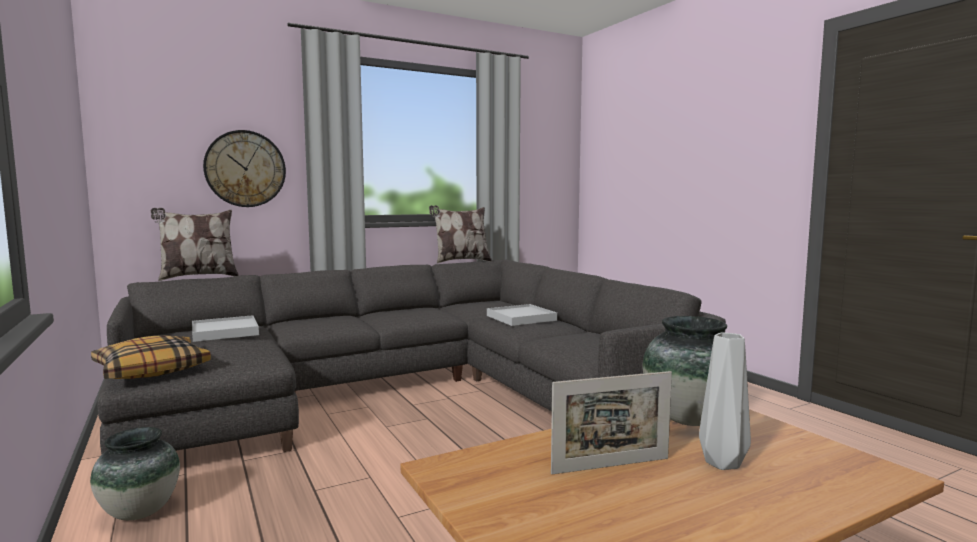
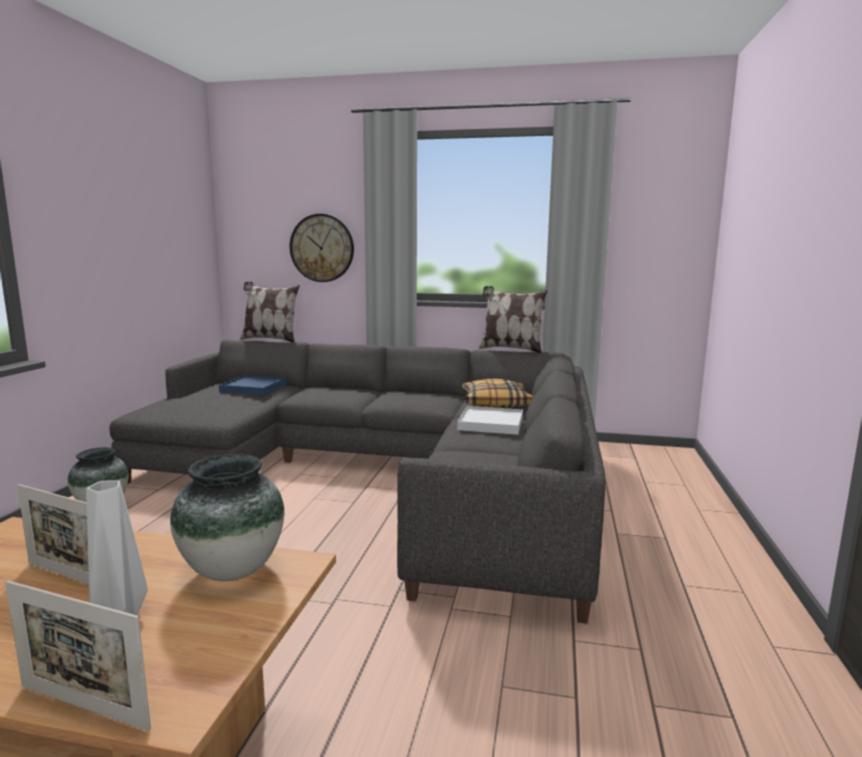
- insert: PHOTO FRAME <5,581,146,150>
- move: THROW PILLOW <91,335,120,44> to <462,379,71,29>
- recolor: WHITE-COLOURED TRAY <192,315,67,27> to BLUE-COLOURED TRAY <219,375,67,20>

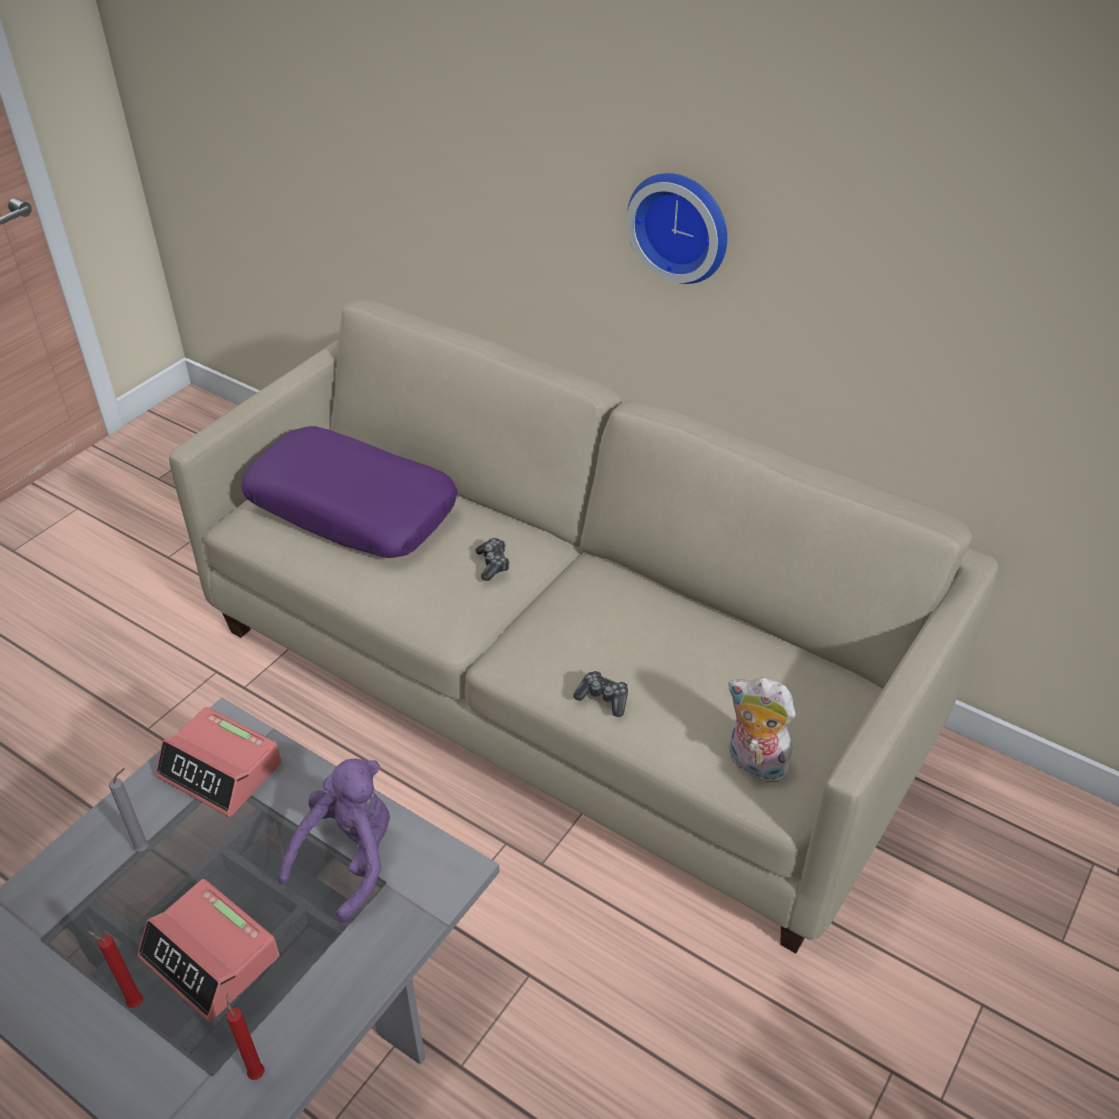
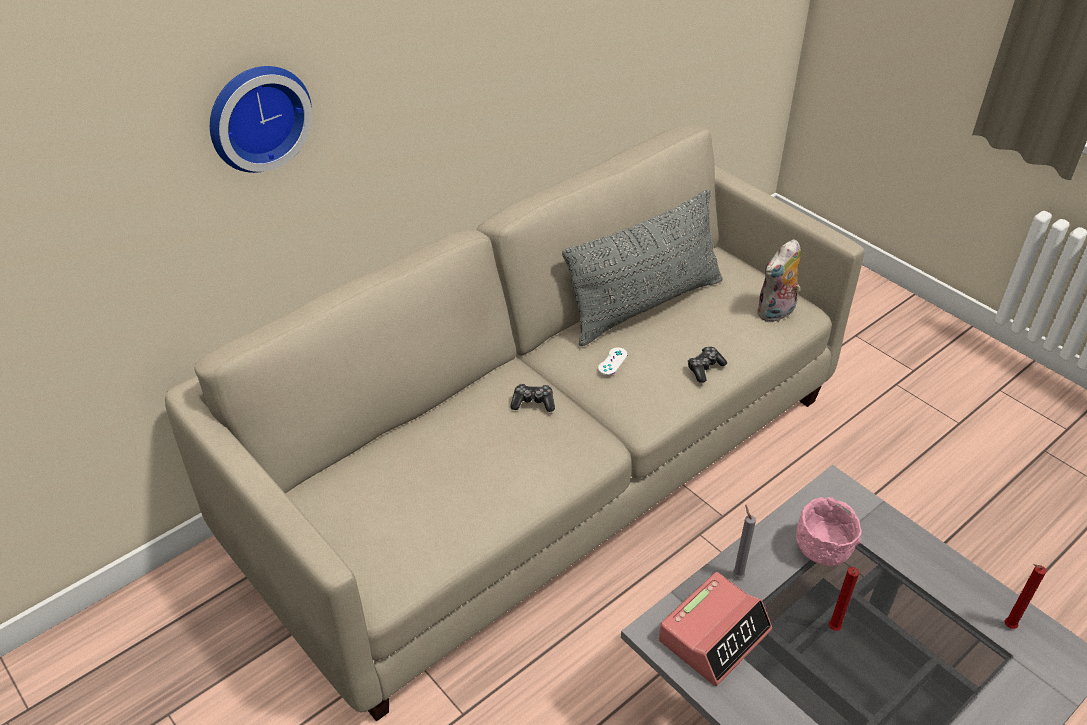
- delete: BEDSIDE CLOCK <137,879,142,143>
- delete: PURPLISH THROW PILLOW <242,426,215,132>
- insert: GRAY THROW PILLOW <562,189,161,157>
- insert: WHITE-COLOURED GAME CONTROLLER <598,347,30,28>
- move: RED-COLOURED WAX LIGHT <87,931,56,77> to <829,567,30,64>
- move: GRAY WAX LIGHT <109,768,40,84> to <732,504,24,75>
- move: CLOCK ON THE WALL <626,173,101,111> to <210,66,102,107>
- replace: PURPLISH PLUSH TOY <278,758,112,165> to PINK SERVING BOWL <796,497,66,69>

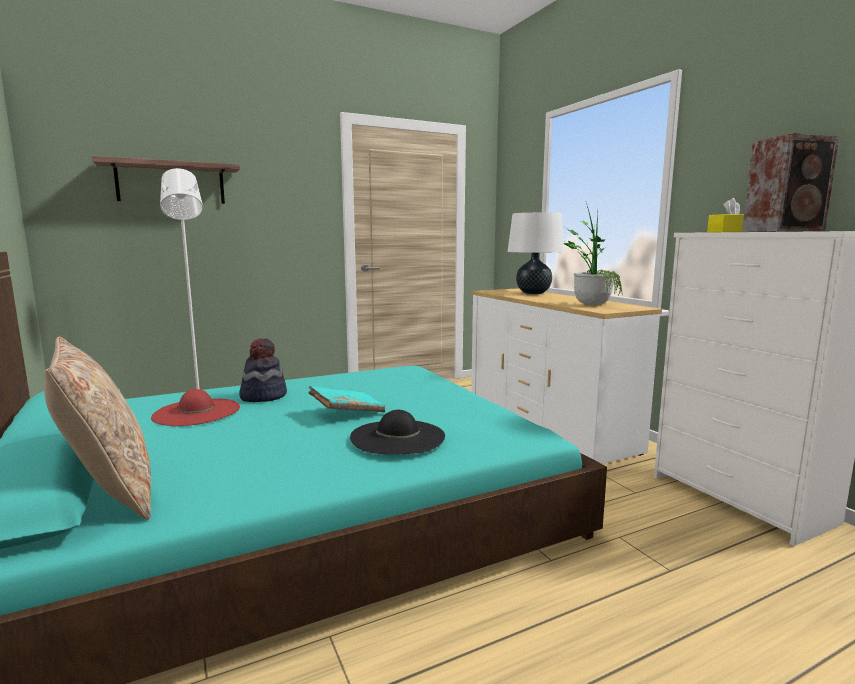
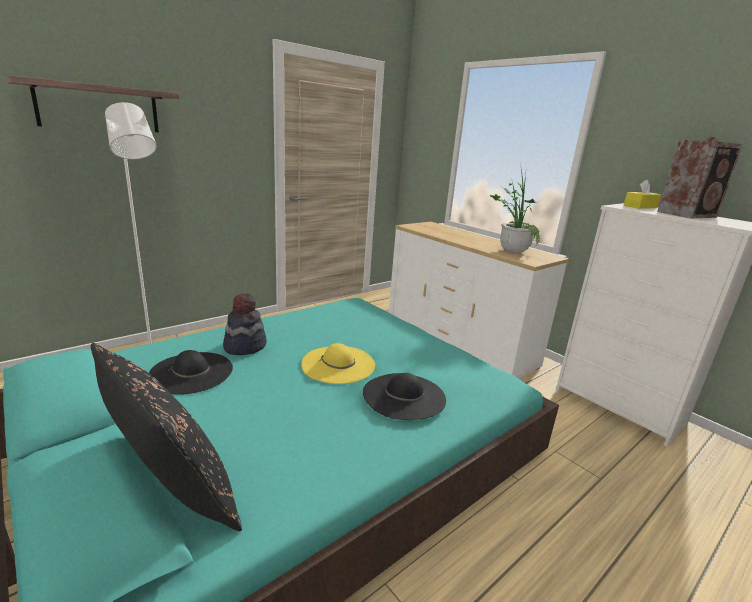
- delete: WHITE-COLOURED TABLE LAMP <508,212,55,82>
- replace: BLUE-GREEN BOUND BOOK <308,385,78,28> to YELLOW-COLOURED WEARABLE HAT <301,343,74,41>
- recolor: BEIGE-COLOURED THROW PILLOW <44,337,107,183> to BLACK-COLOURED THROW PILLOW <91,343,151,188>
- recolor: RED-COLOURED WEARABLE HAT <151,389,89,37> to BLACK-COLOURED WEARABLE HAT <149,350,84,45>

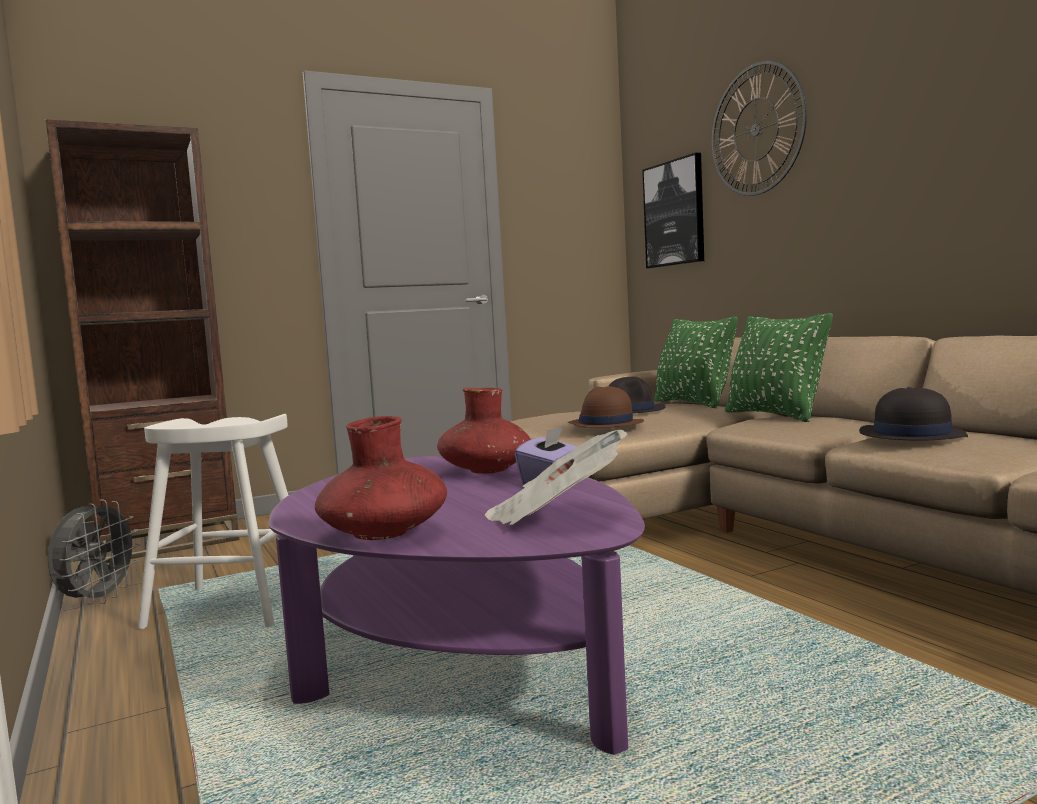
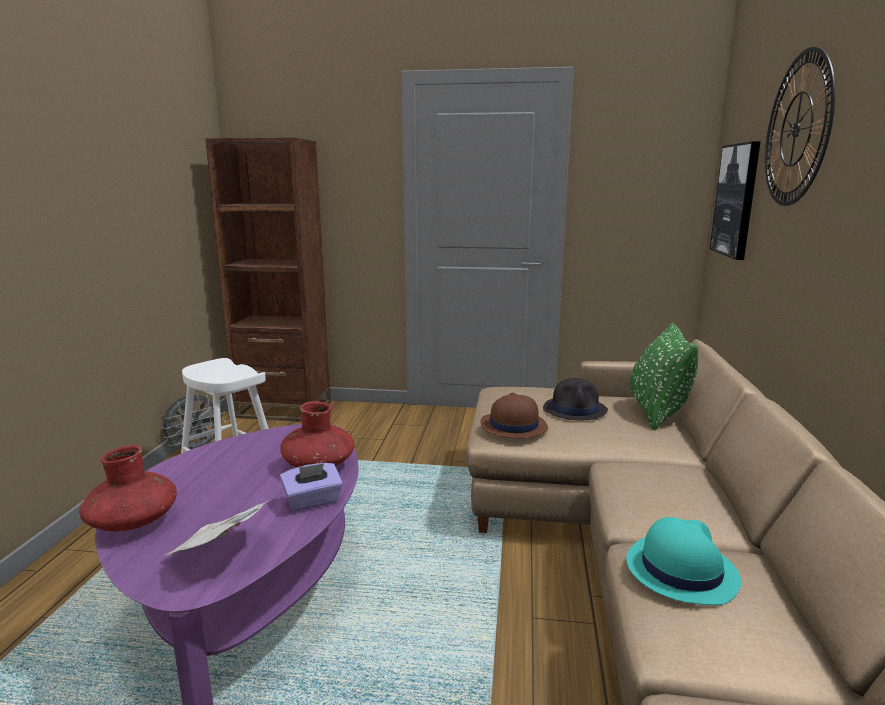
- delete: GREENISH THROW PILLOW <725,313,108,109>
- recolor: BLACK-COLOURED WEARABLE HAT <859,387,109,54> to BLUE-GREEN WEARABLE HAT <626,517,115,88>

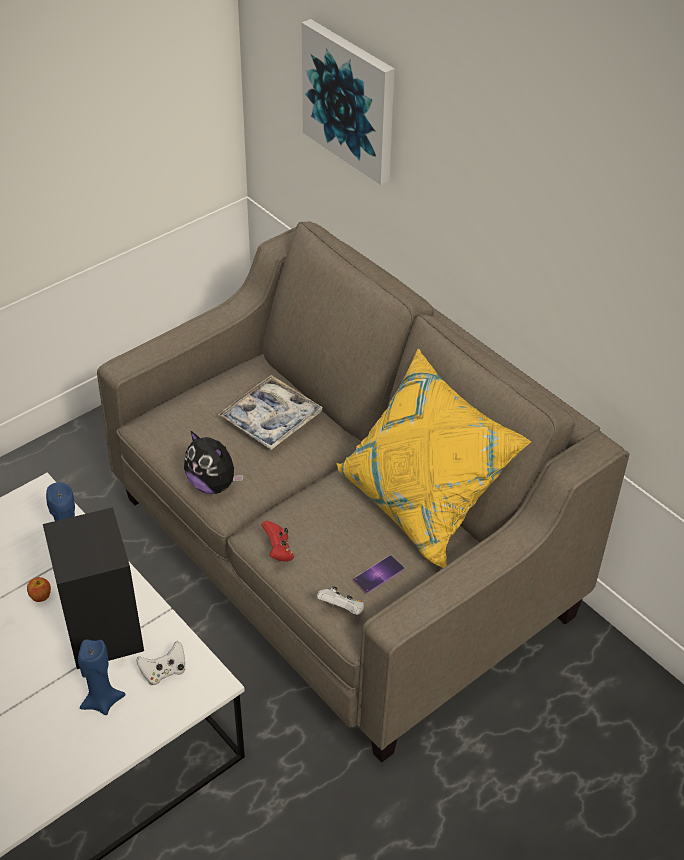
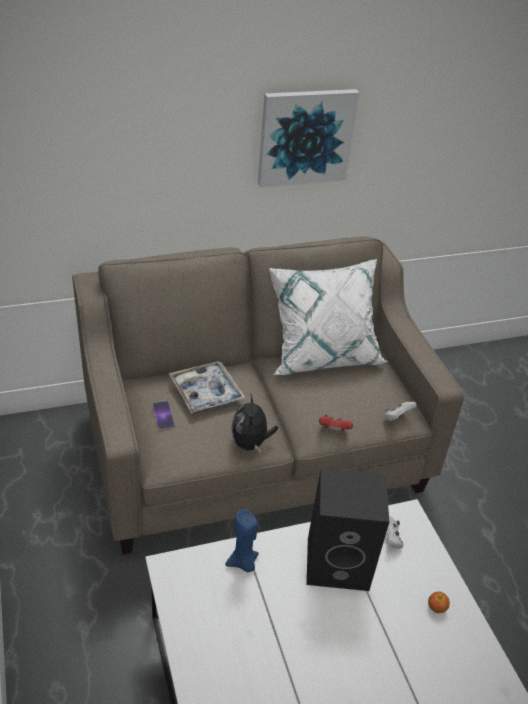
- delete: BLUE-COLOURED WAX LIGHT <78,639,48,76>
- move: WHOLE APPLE <27,577,24,25> to <428,591,22,22>
- move: WALL PICTURE <302,19,93,166> to <258,89,101,98>
- move: PHONE <353,555,52,39> to <152,401,23,28>
- recolor: YELLOW-COLOURED THROW PILLOW <336,349,195,219> to WHITE-COLOURED THROW PILLOW <269,259,119,116>
- rotate: PLUSH TOY <184,430,60,64> = <231,394,47,59> 120 degrees clockwise

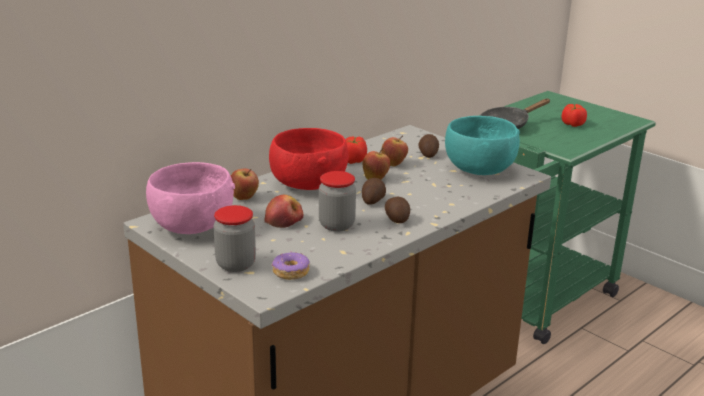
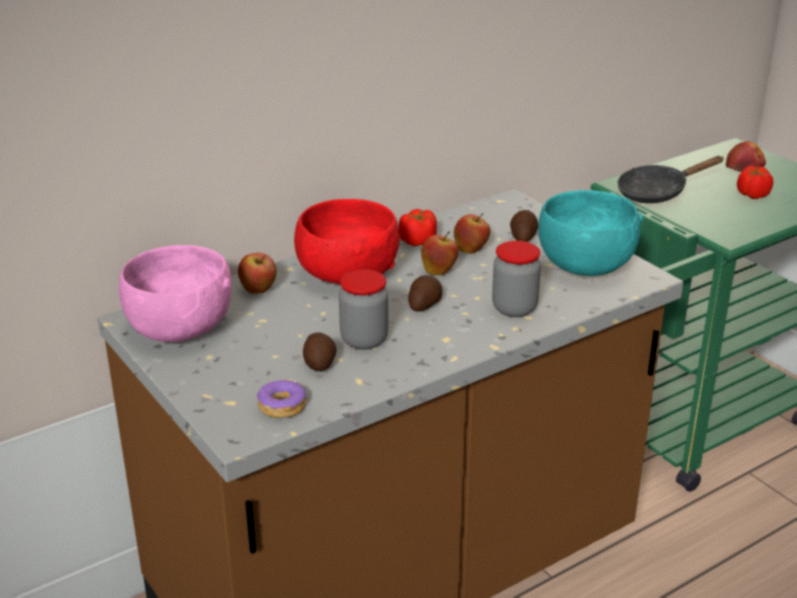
- move: JAR <213,205,43,67> to <492,241,49,76>
- move: WHOLE APPLE <264,195,40,33> to <726,141,40,31>
- move: POTATO <385,197,25,26> to <303,333,34,38>

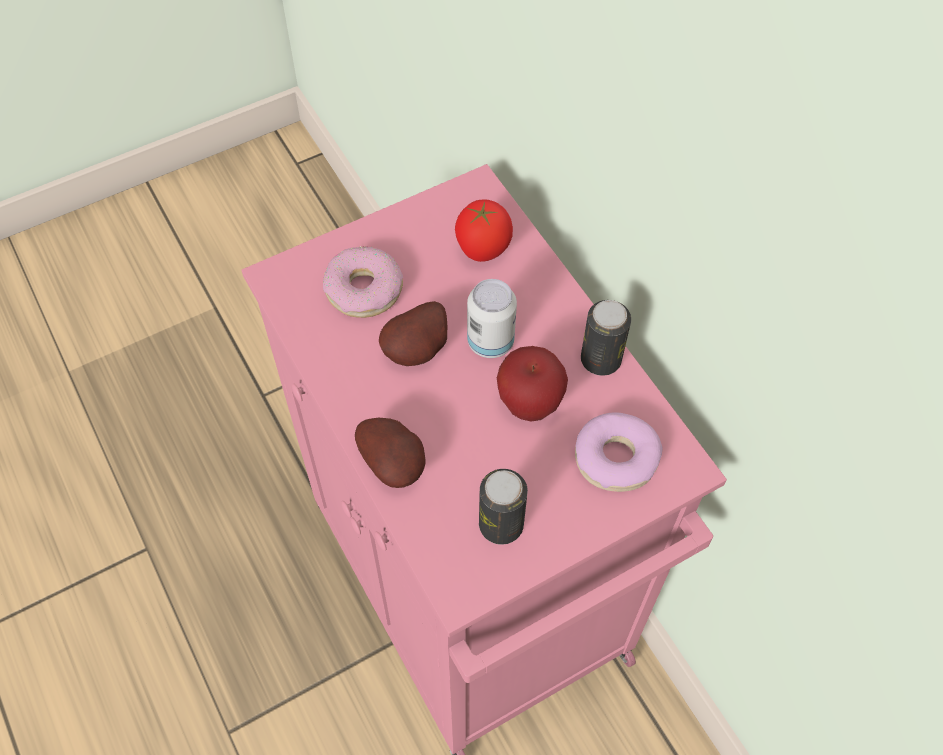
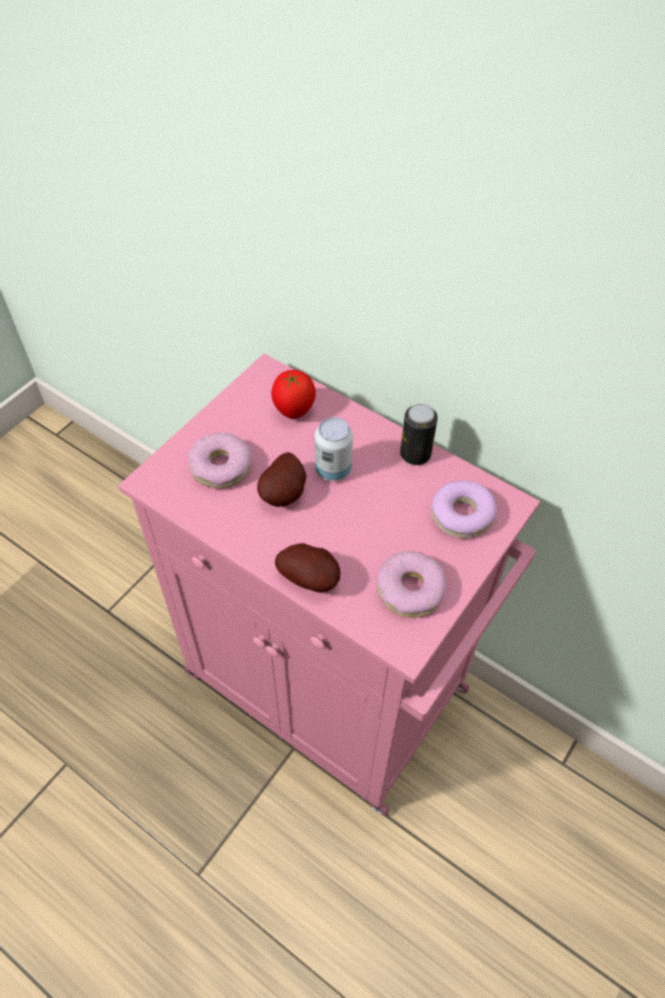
- delete: WHOLE APPLE <497,346,71,76>
- replace: CAN <479,469,49,76> to RING DOUGHNUT <377,551,70,67>

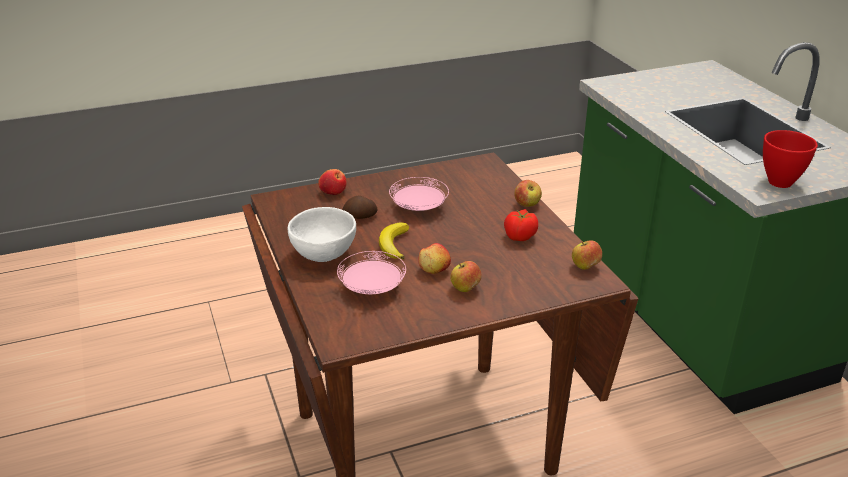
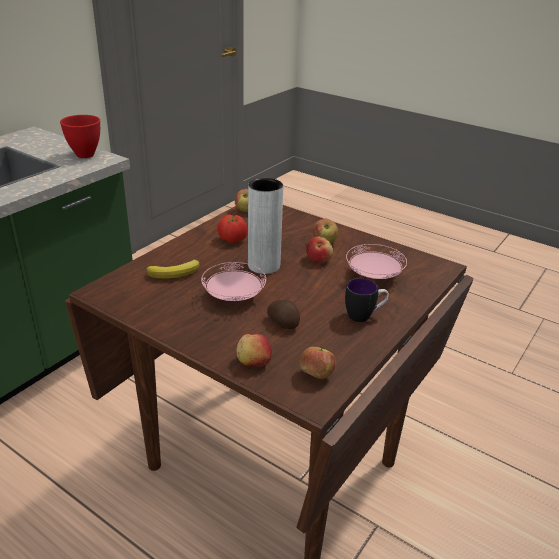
- insert: GRAY VASE <248,178,35,96>
- move: BANANA FRUIT <379,222,30,37> to <146,260,54,19>
- move: WHOLE APPLE <514,180,28,27> to <300,346,36,33>
- replace: WHITE-COLOURED SERVING BOWL <288,207,68,55> to MUG <345,278,44,44>

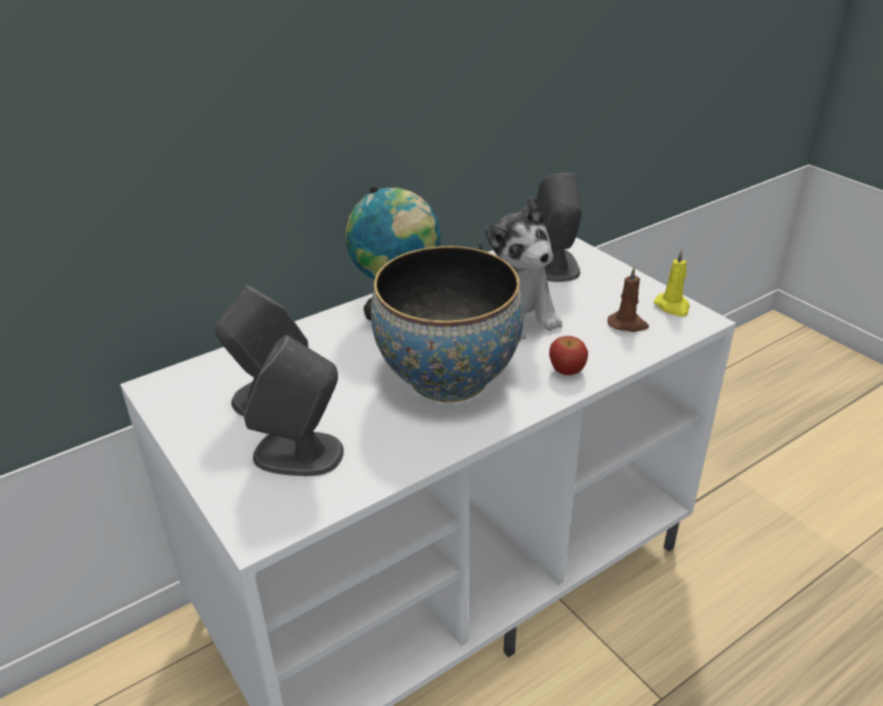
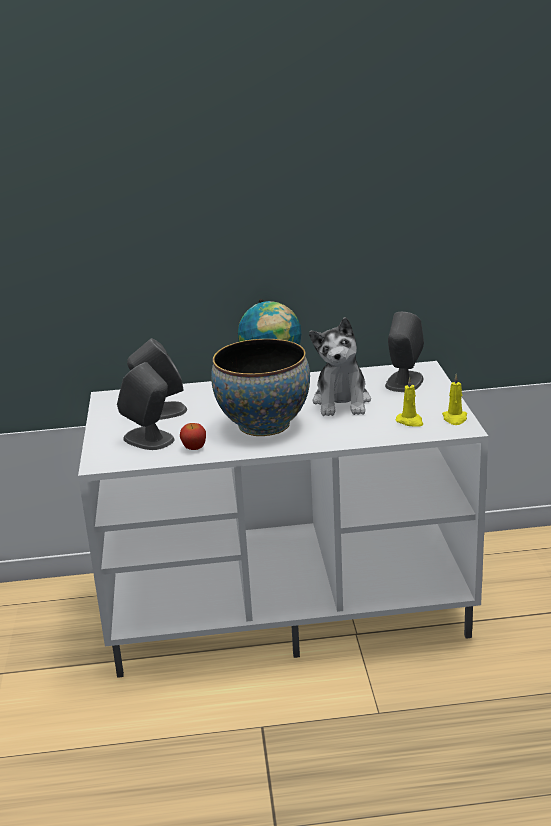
- move: WHOLE APPLE <549,336,39,39> to <180,423,26,27>
- recolor: BROWN-COLOURED WAX LIGHT <608,266,41,66> to YELLOW-COLOURED WAX LIGHT <396,377,27,50>

